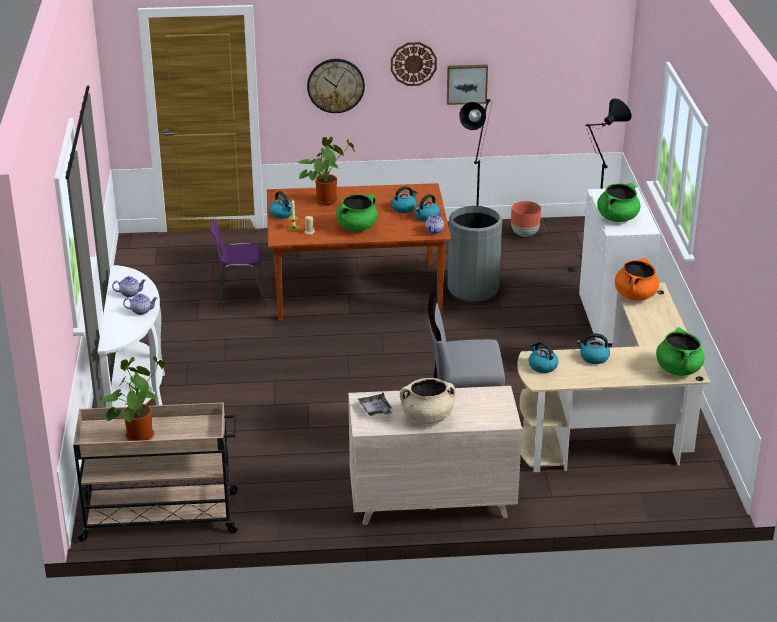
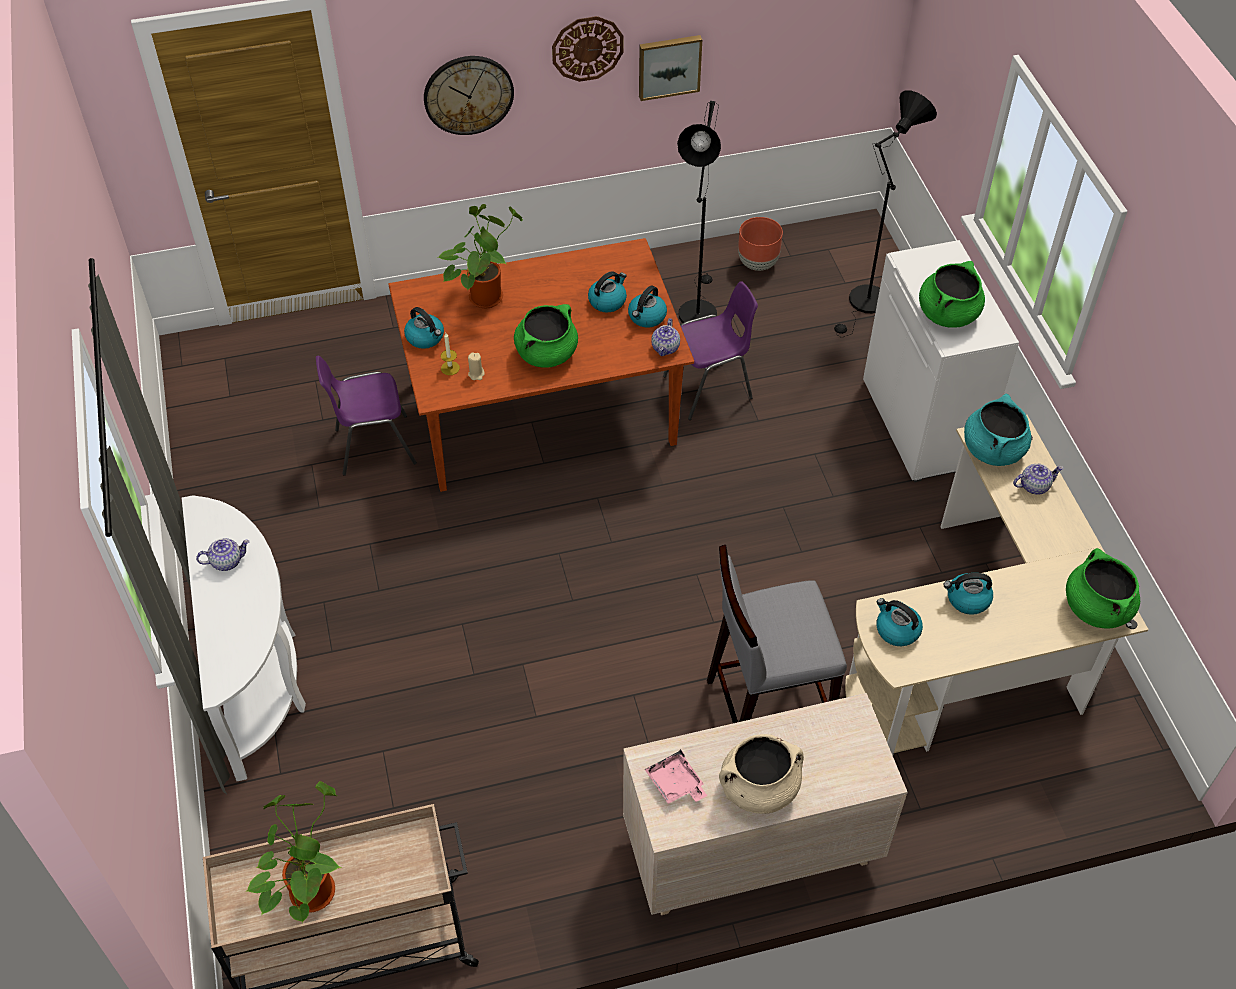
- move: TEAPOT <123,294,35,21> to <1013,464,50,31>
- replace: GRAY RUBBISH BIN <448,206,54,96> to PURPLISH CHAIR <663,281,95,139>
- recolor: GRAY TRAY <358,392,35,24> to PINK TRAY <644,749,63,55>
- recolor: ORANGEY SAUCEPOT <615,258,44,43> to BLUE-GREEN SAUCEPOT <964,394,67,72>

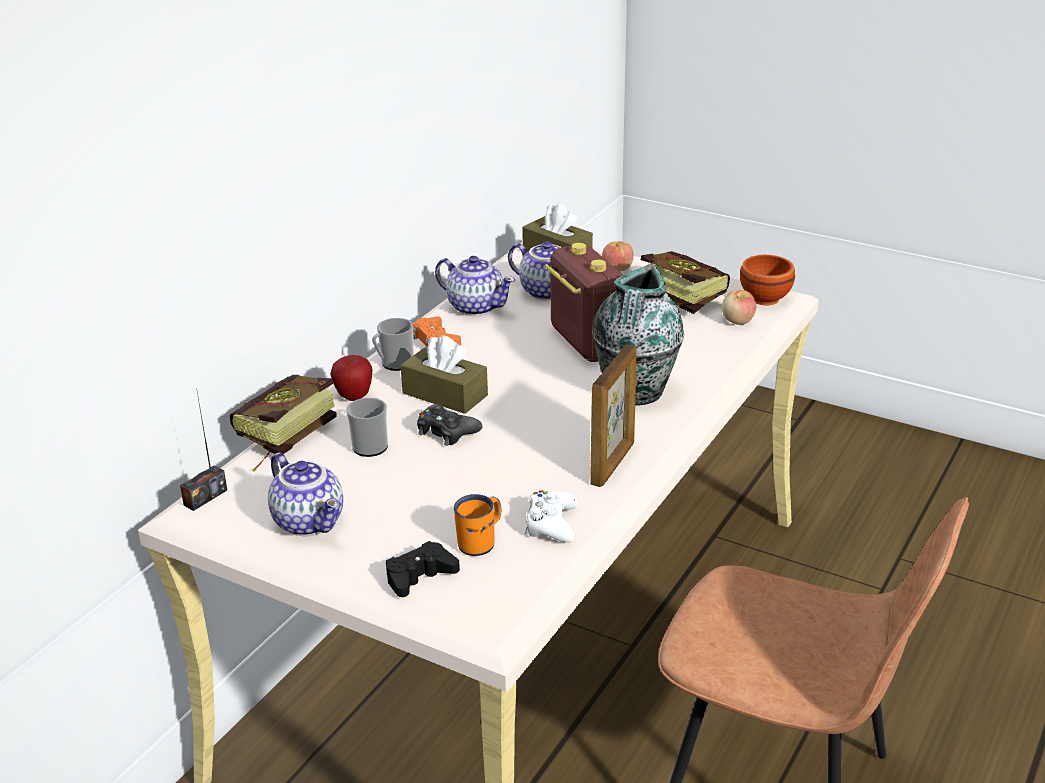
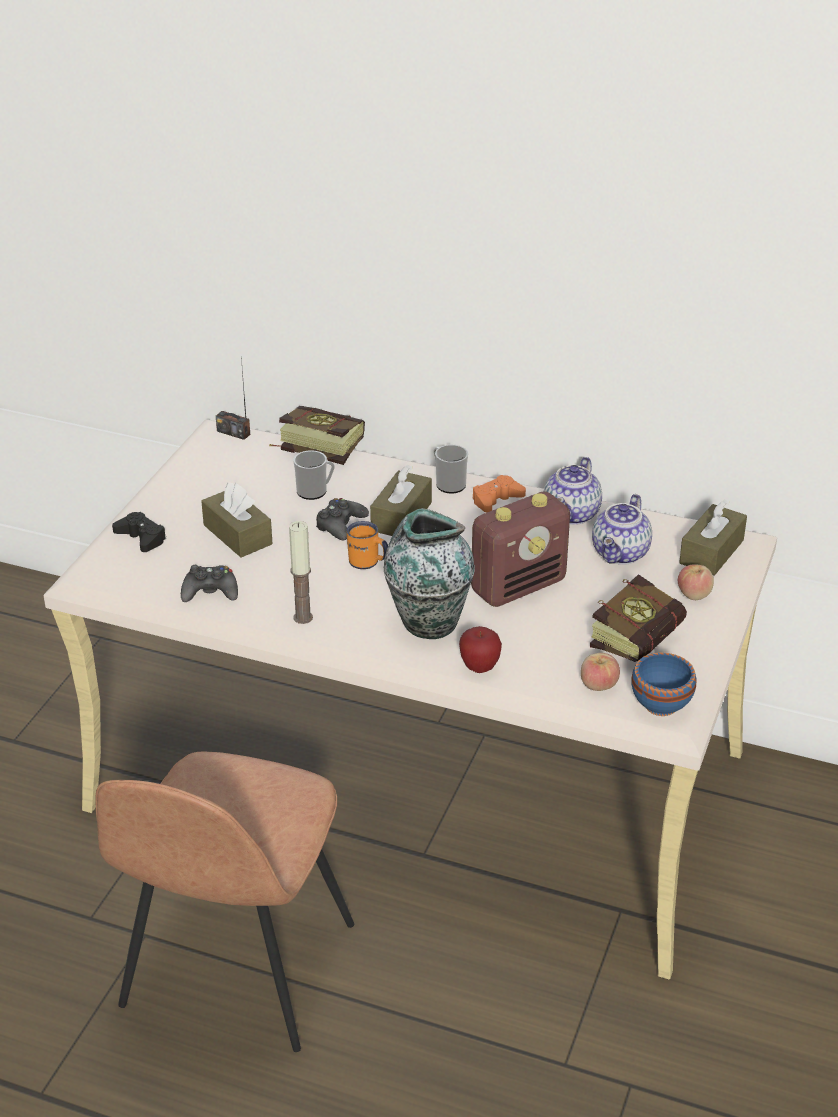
- delete: TEAPOT <268,453,75,83>
- insert: BROWN-COLOURED BOX OF TISSUES <201,482,72,75>
- move: WHOLE APPLE <330,355,43,46> to <459,626,43,47>
- move: ORANGEY MUG <454,494,47,62> to <346,521,42,48>
- replace: PHOTO FRAME <590,345,46,142> to WAX LIGHT <289,521,24,103>
- recolor: WHITE-COLOURED GAME CONTROLLER <524,490,54,52> to BLACK-COLOURED GAME CONTROLLER <181,565,57,37>
- recolor: BROWN-COLOURED SERVING BOWL <740,255,55,51> to BLUE-COLOURED SERVING BOWL <631,653,65,63>

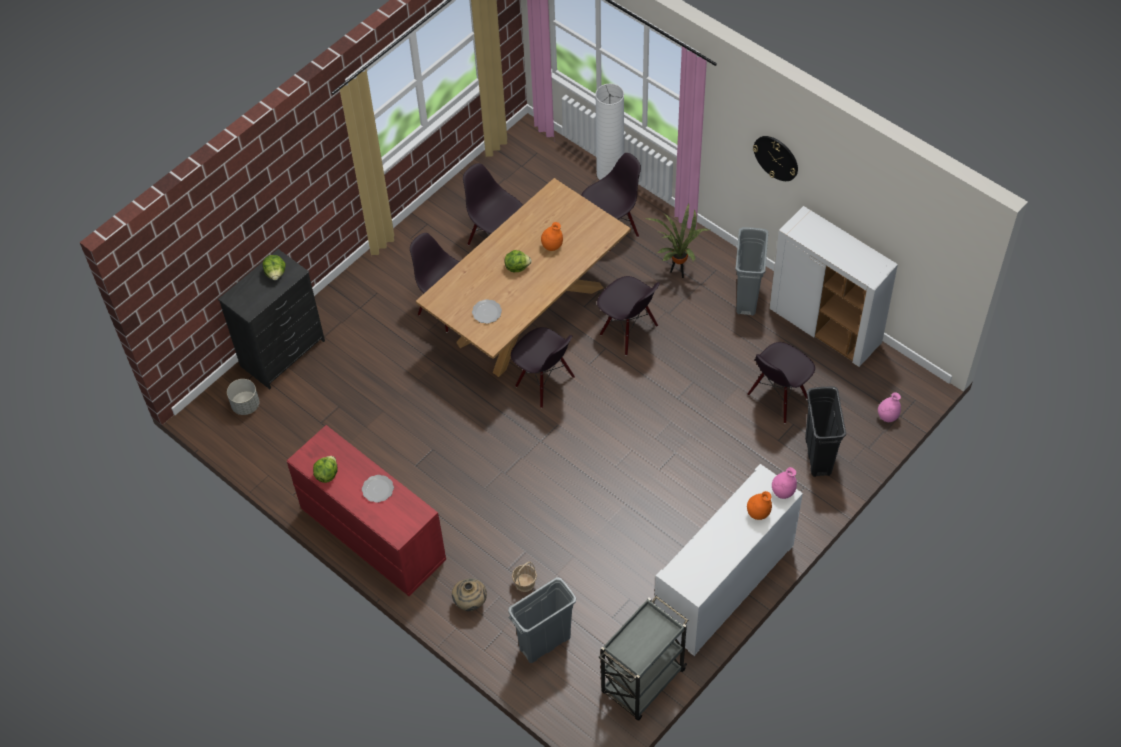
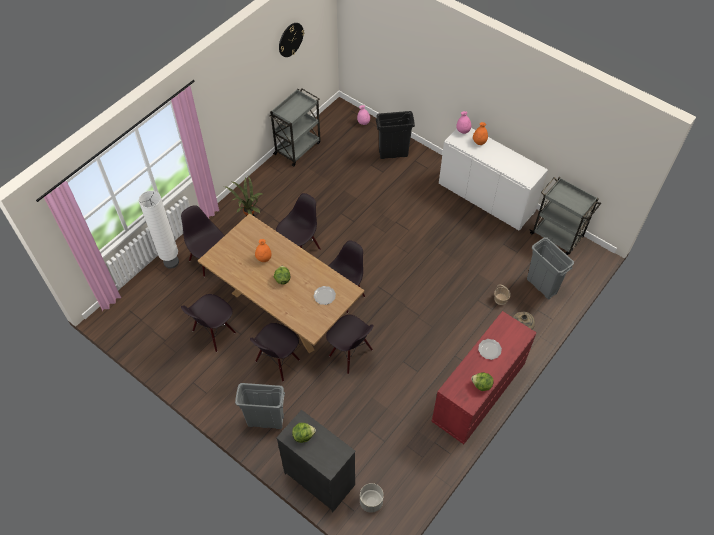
- move: GRAY RUBBISH BIN <735,227,33,89> to <235,383,50,46>
- move: BLACK-COLOURED CHAIR <747,342,68,82> to <326,315,48,59>
- move: CLOCK ON THE WALL <753,136,45,45> to <279,23,25,34>
- replace: WHITE-COLOURED CABINET <769,206,129,161> to GRAY TROLLEY <269,89,52,78>

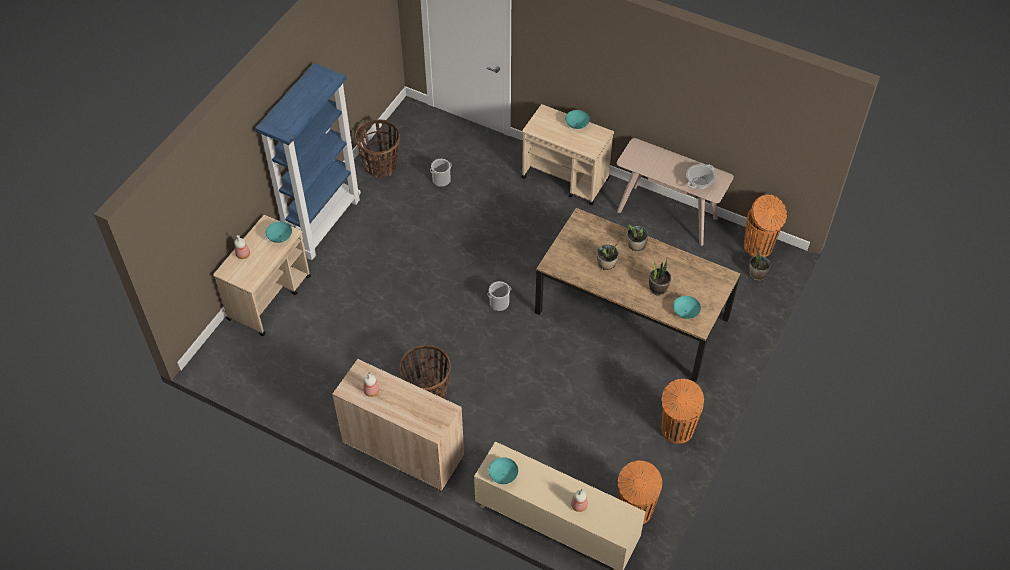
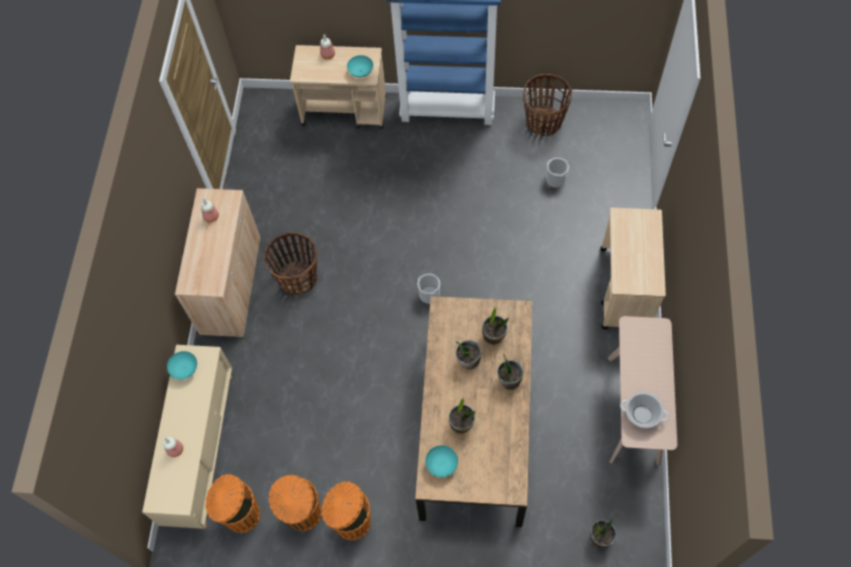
- delete: BLUE-GREEN SERVING BOWL <565,110,25,19>
- insert: POTTED PLANT <482,307,27,38>
- move: ORANGEY RUBBISH BIN <744,194,43,63> to <269,475,52,56>

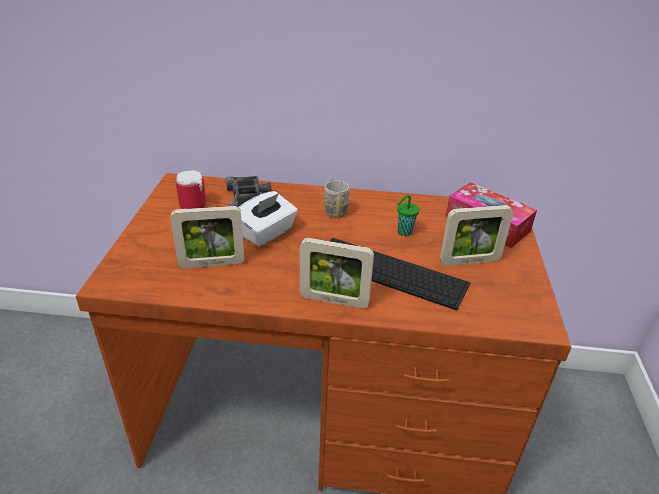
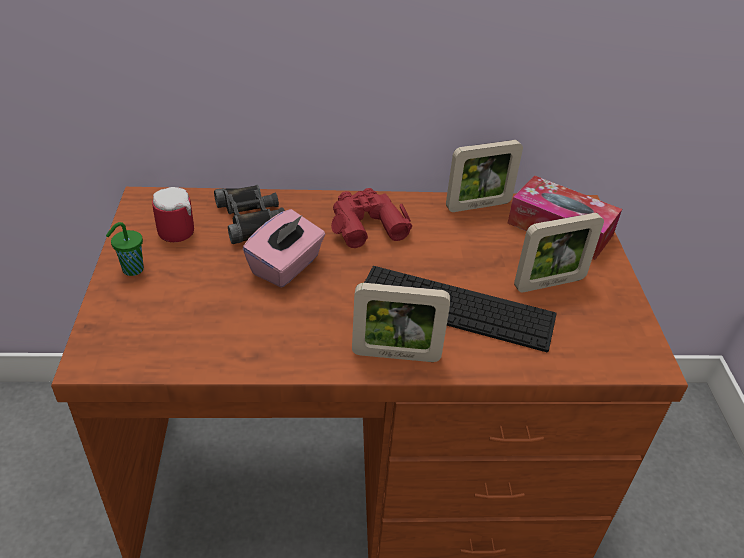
- move: PHOTO FRAME <170,206,74,62> to <446,140,77,72>
- move: GREENISH CUP <397,195,22,41> to <106,222,38,54>
- replace: GRAY MUG <323,179,27,39> to RED-COLOURED BINOCULARS <331,188,81,60>
- recolor: WHITE-COLOURED BOX OF TISSUES <239,191,59,56> to PINK BOX OF TISSUES <243,209,82,79>

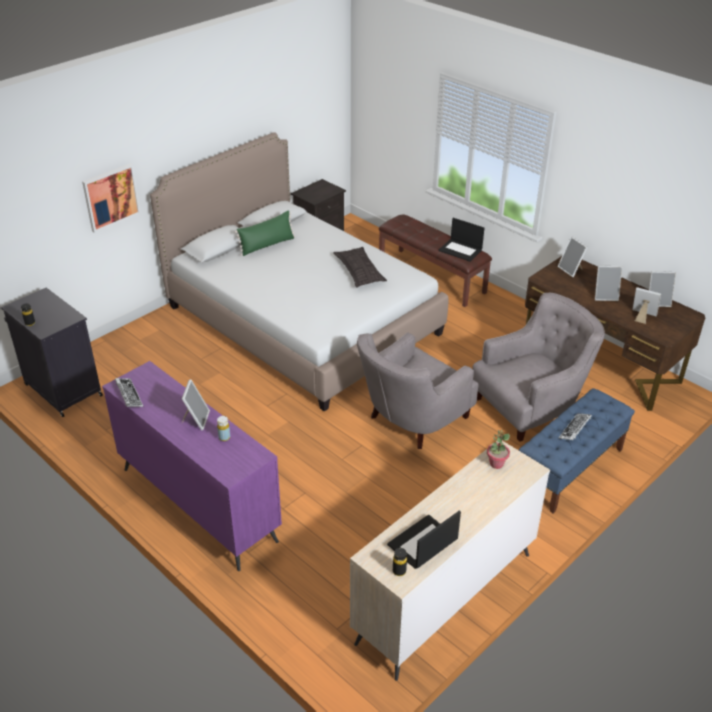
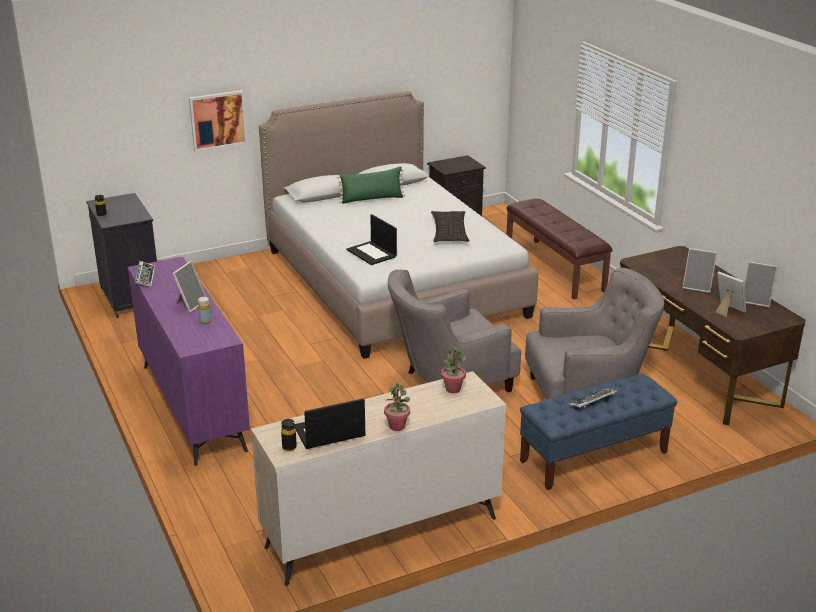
- delete: PHOTO FRAME <558,237,30,40>
- insert: POTTED PLANT <384,383,26,48>
- move: PORTABLE COMPUTER <438,218,46,44> to <347,214,50,51>

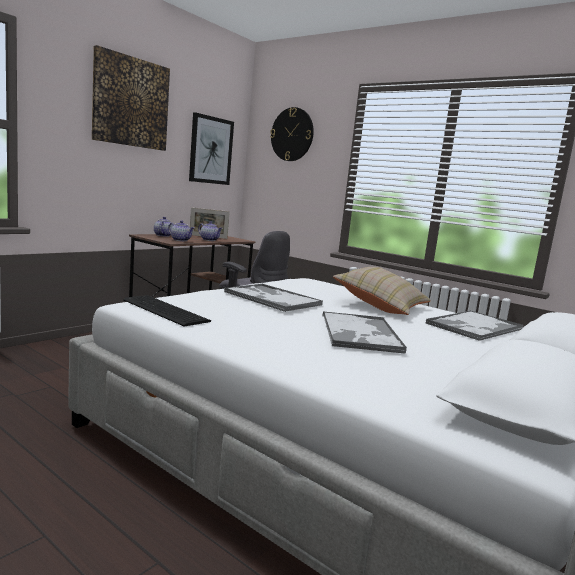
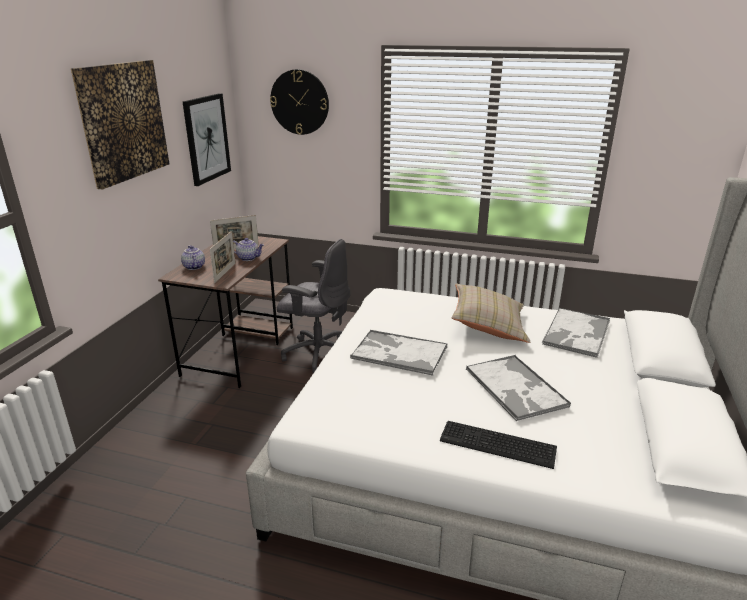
- move: PC KEYBOARD <123,295,88,32> to <440,421,117,48>
- replace: TEAPOT <168,221,26,20> to PHOTO FRAME <210,231,25,52>

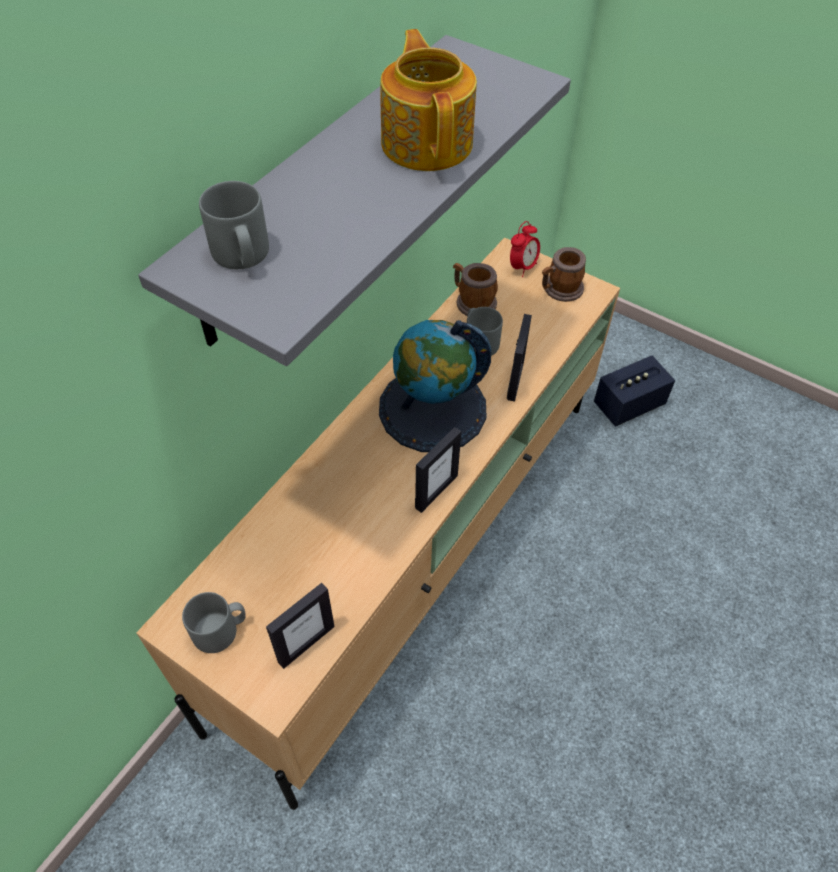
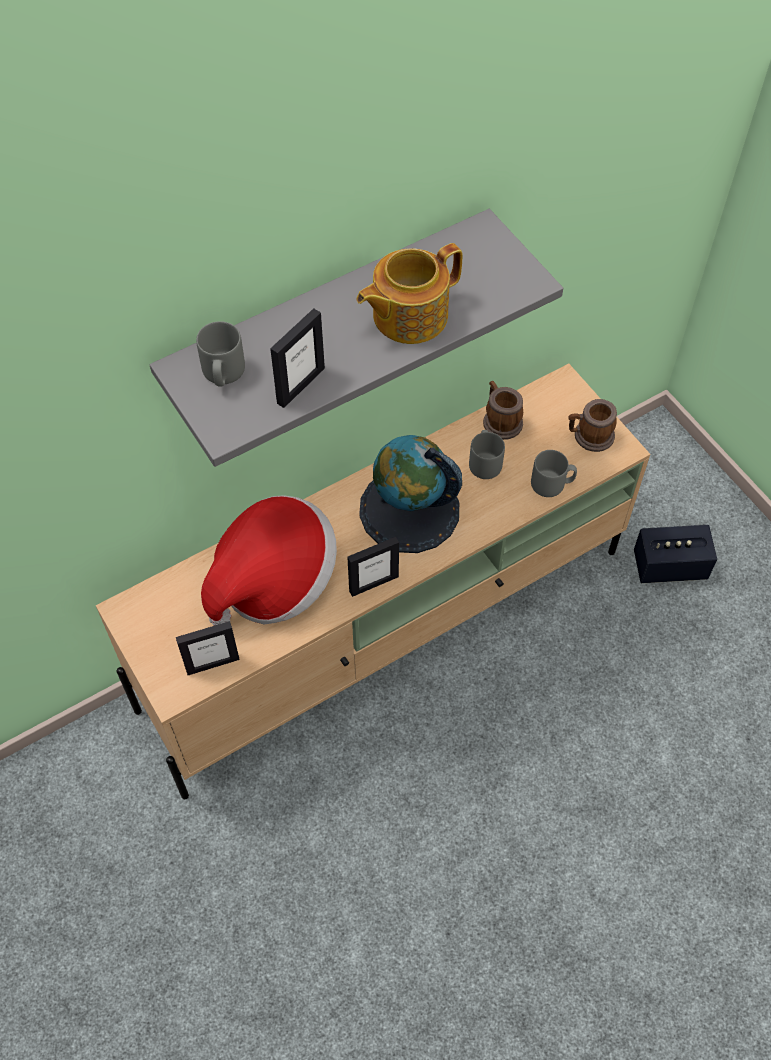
- delete: BEDSIDE CLOCK <510,221,30,56>
- insert: WEARABLE HAT <201,495,136,131>
- move: GRAY MUG <182,592,64,61> to <531,450,46,47>
- move: PHOTO FRAME <507,314,25,88> to <270,308,55,100>
- rotate: TEAPOT <380,29,97,142> = <357,243,105,101> 135 degrees counterclockwise

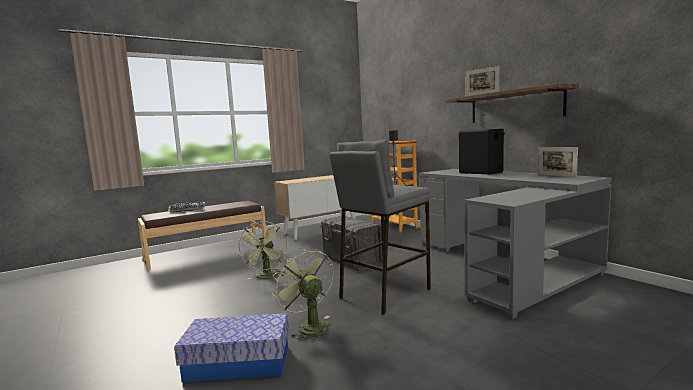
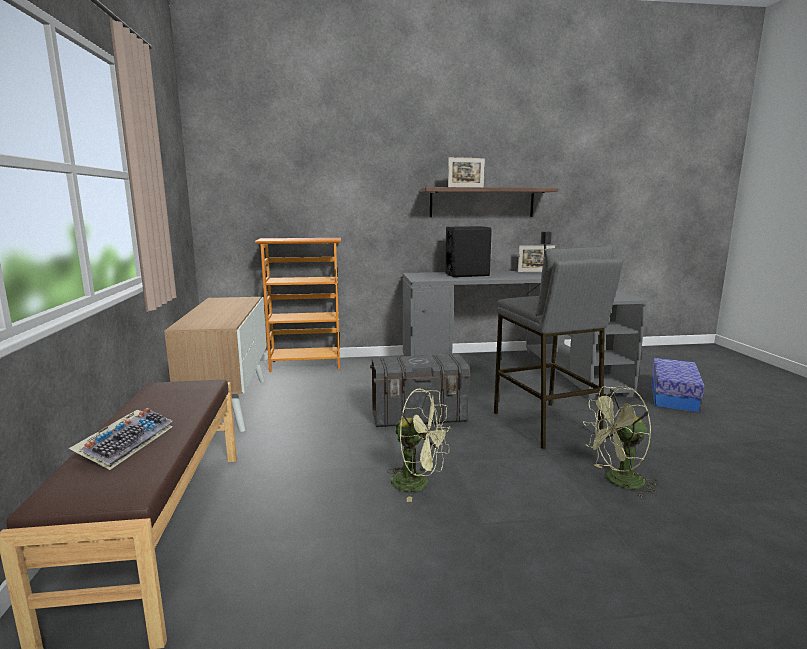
- move: STORAGE BIN <174,313,115,69> to <652,358,52,54>

